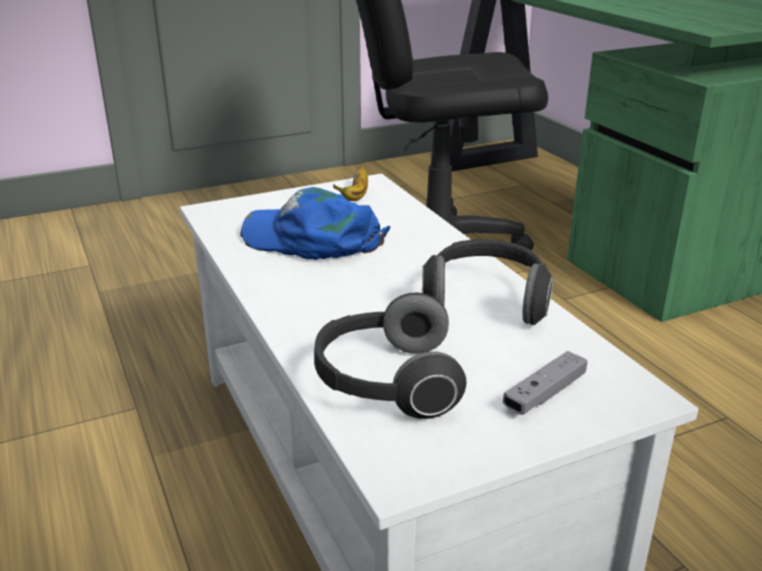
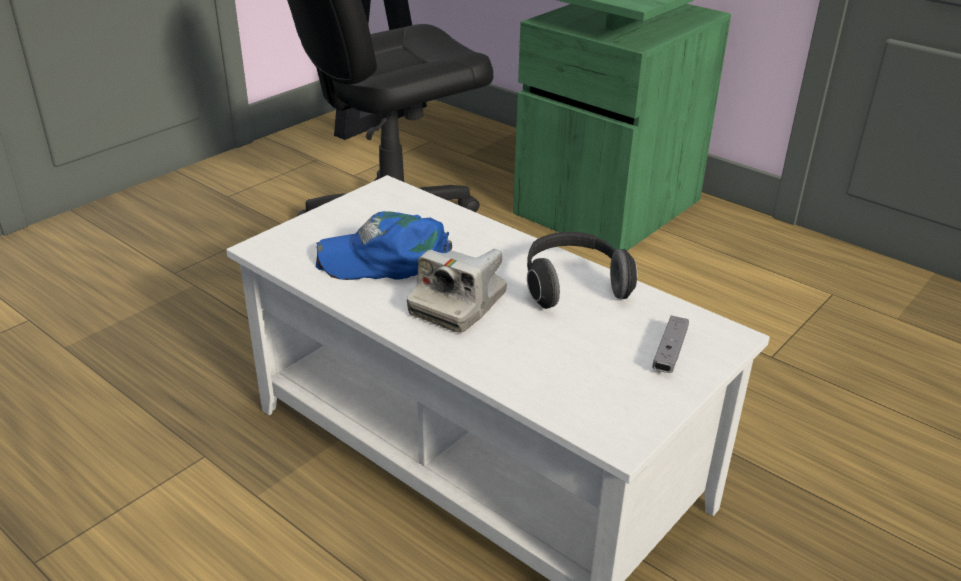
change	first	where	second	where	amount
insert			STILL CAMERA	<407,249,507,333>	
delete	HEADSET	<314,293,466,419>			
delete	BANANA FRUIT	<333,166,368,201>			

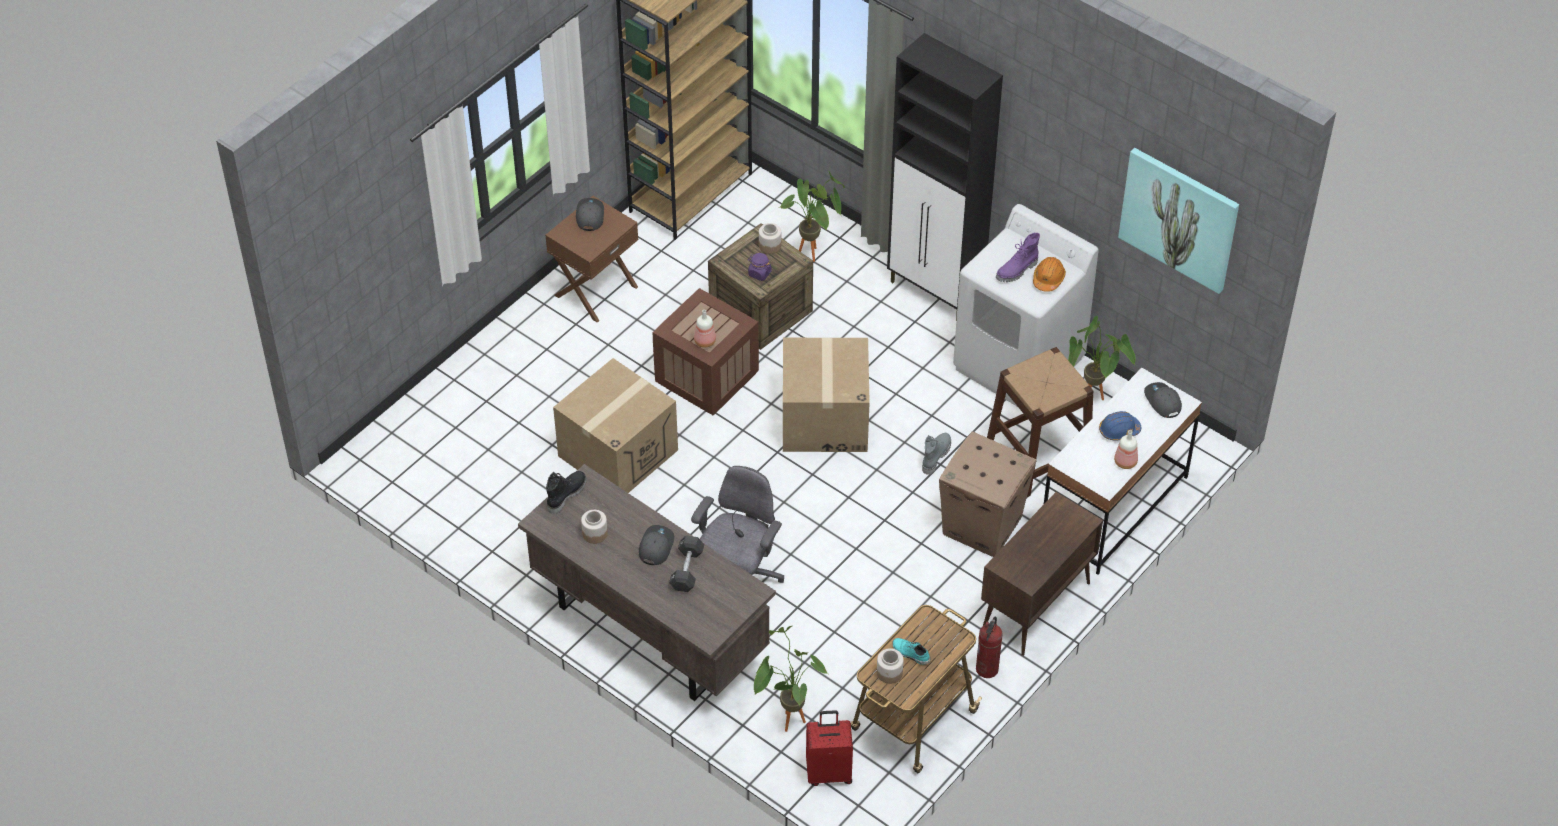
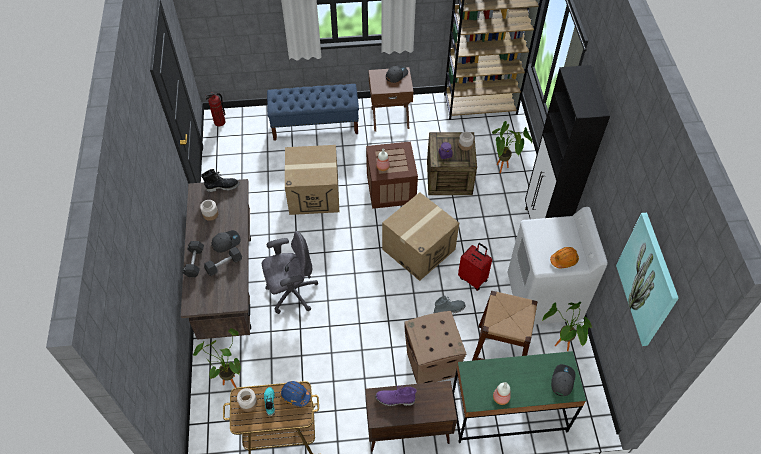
change	first	where	second	where	amount
insert			BLACK-COLOURED DUMBBELL	<183,241,204,277>	
move	FIRE-FIGHTING CYLINDER	<976,616,1003,678>		<205,92,226,126>	
insert			BLUE LONG SEAT	<267,84,359,141>	
move	BLUE HARD HAT	<1099,411,1141,441>		<281,381,310,407>	
move	PURPLISH BOOT	<996,233,1040,282>		<375,385,417,406>	
recolor	WHITE DESK UNIT	<1044,368,1202,575>	GREENISH DESK UNIT	<452,351,586,443>	
move	RED-COLOURED PIECE OF LUGGAGE	<806,710,853,786>		<458,243,492,291>	

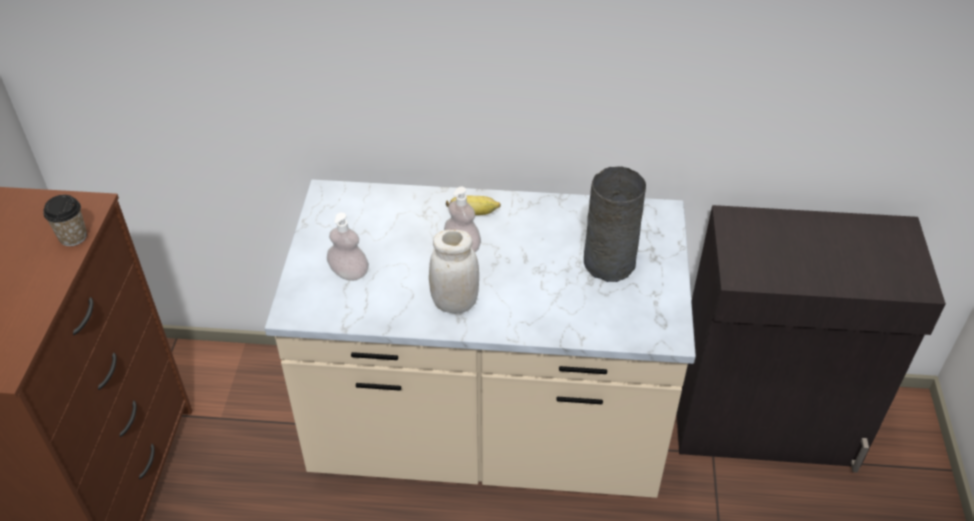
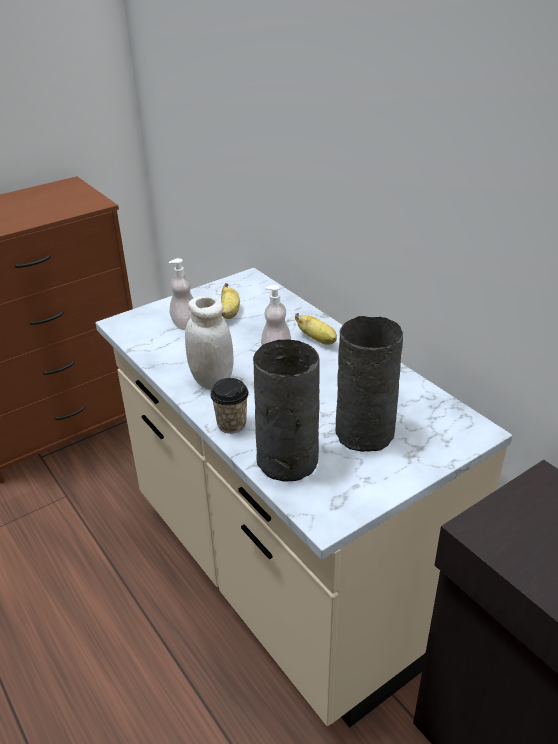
change	first	where	second	where	amount
move	CUP	<43,195,87,246>		<210,378,249,434>	
insert			BANANA FRUIT	<221,283,240,319>	
insert			GREY VASE	<253,339,320,482>	

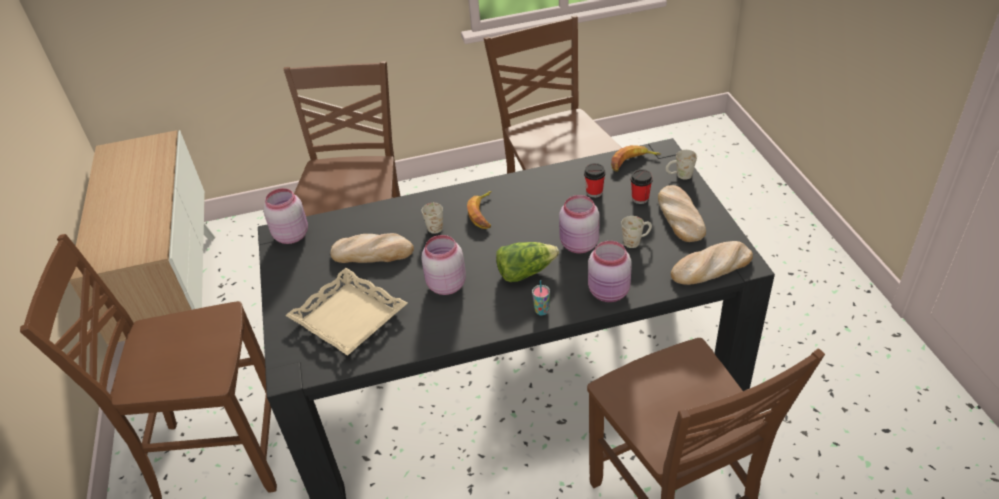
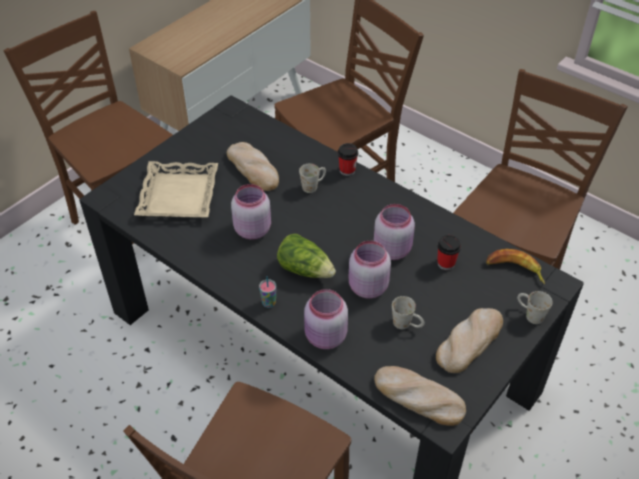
change	first	where	second	where	amount
move	CUP	<631,169,653,204>		<338,143,358,176>	
move	PINK JAR	<263,188,308,244>		<374,204,415,260>	
delete	BANANA FRUIT	<467,191,492,229>			

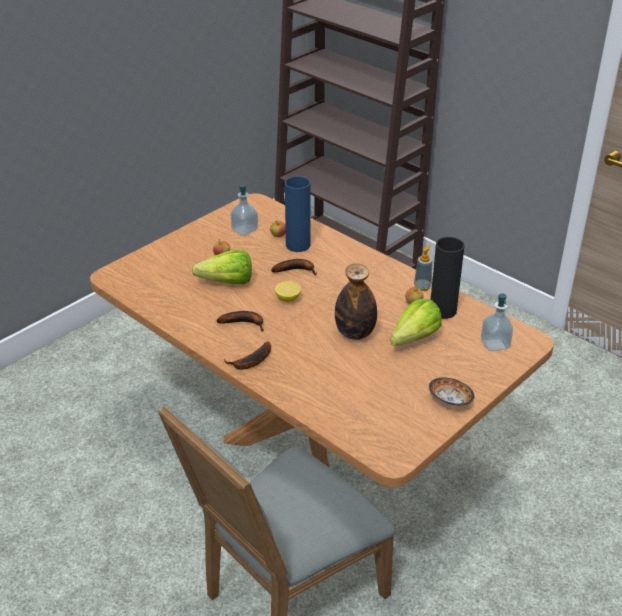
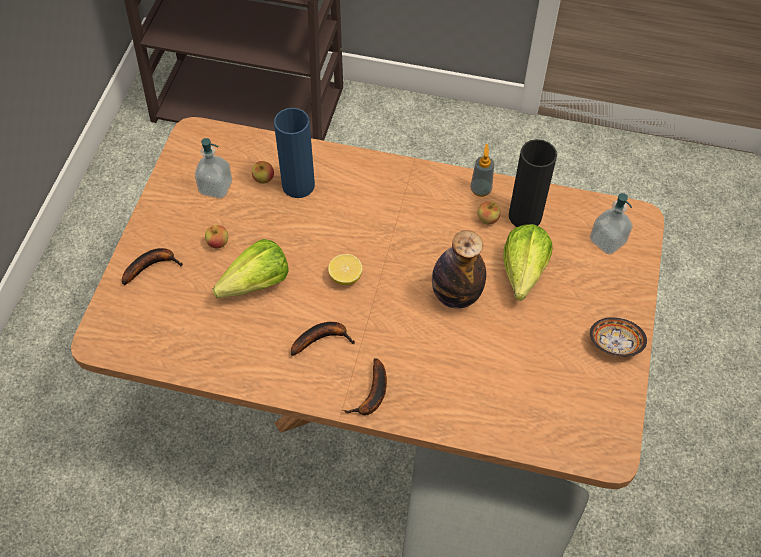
change	first	where	second	where	amount
move	BANANA FRUIT	<271,259,317,276>		<122,248,183,285>	

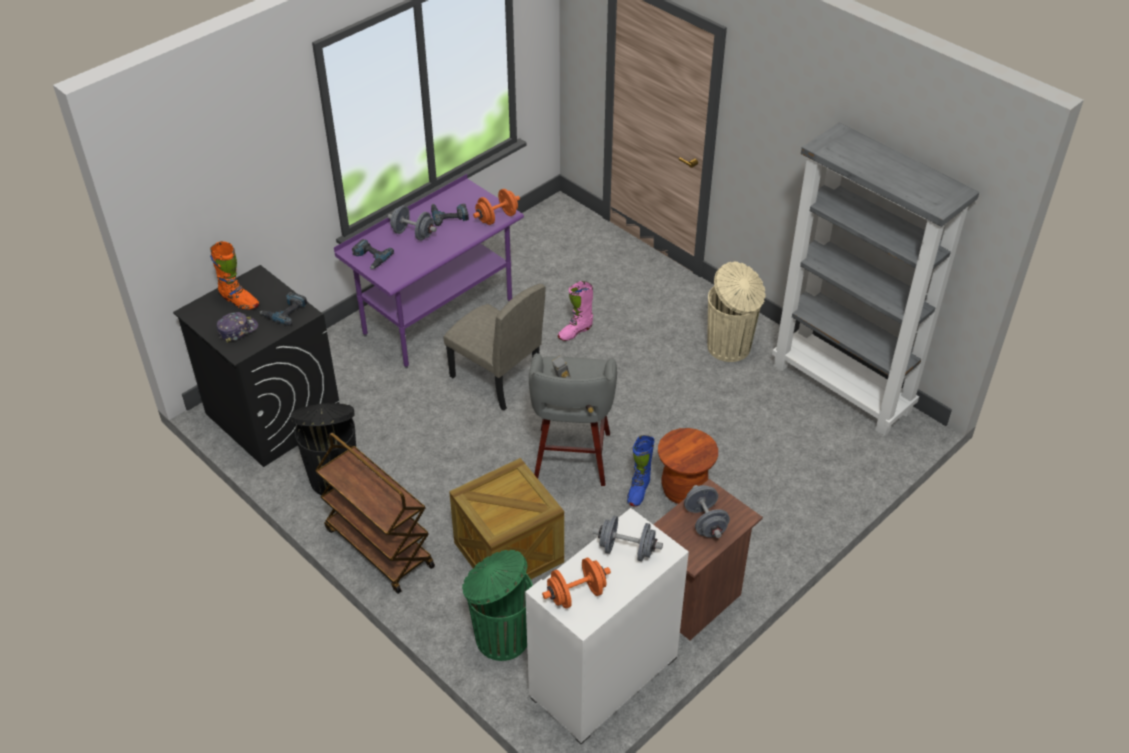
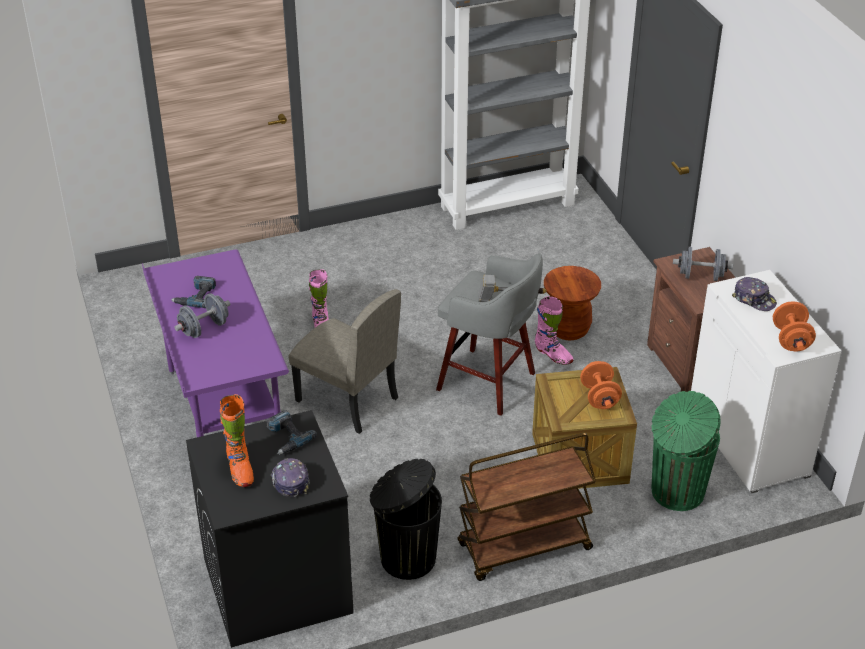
change	first	where	second	where	amount
rotate	ORANGEY BOOT	<210,241,259,310>		<220,394,254,487>	105 degrees clockwise
rotate	BEIGE CHAIR	<443,284,545,411>		<288,289,401,434>	60 degrees clockwise
recolor	BLUE BOOT	<627,435,655,507>	PINK BOOT	<535,296,574,365>	
move	ORANGEY DUMBBELL	<473,189,520,225>		<580,361,622,409>	
replace	GREY DUMBBELL	<593,516,663,561>	CAP	<732,277,777,311>	
delete	POWER DRILL	<352,239,394,269>			
delete	BEIGE TRASH CAN	<707,262,766,362>			

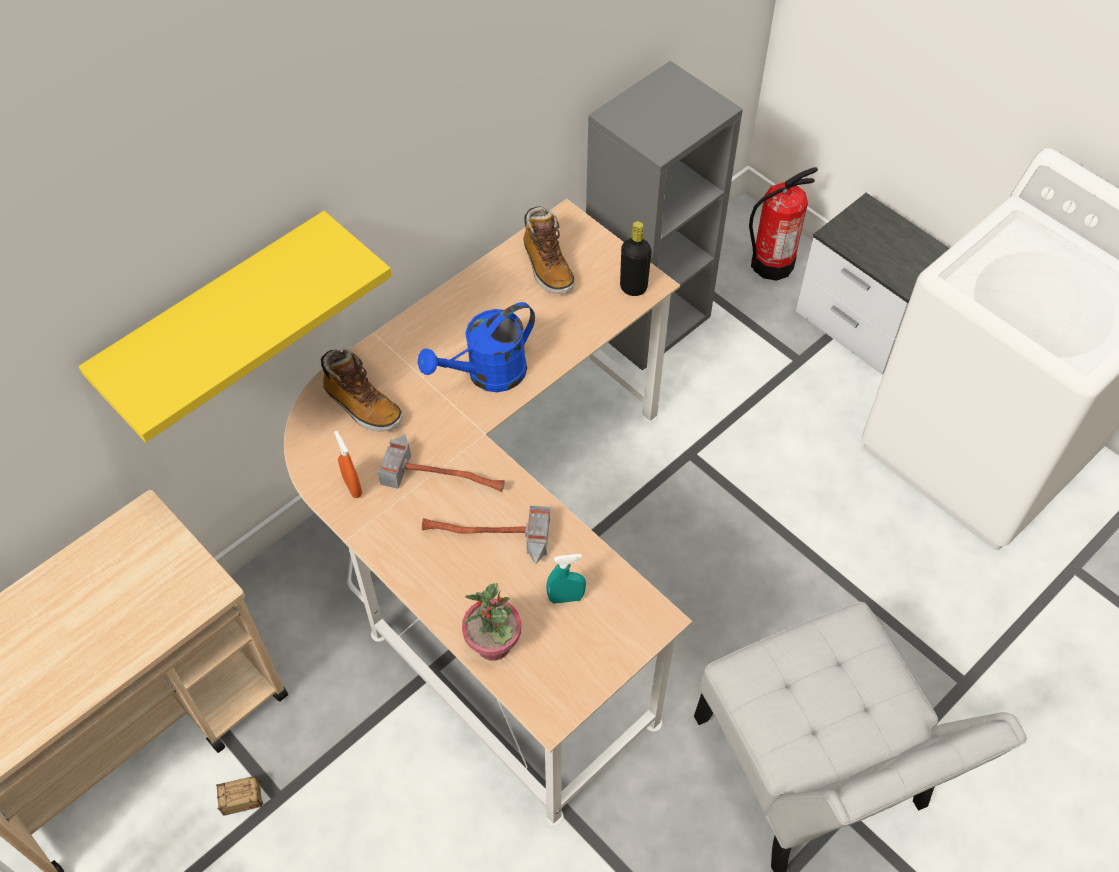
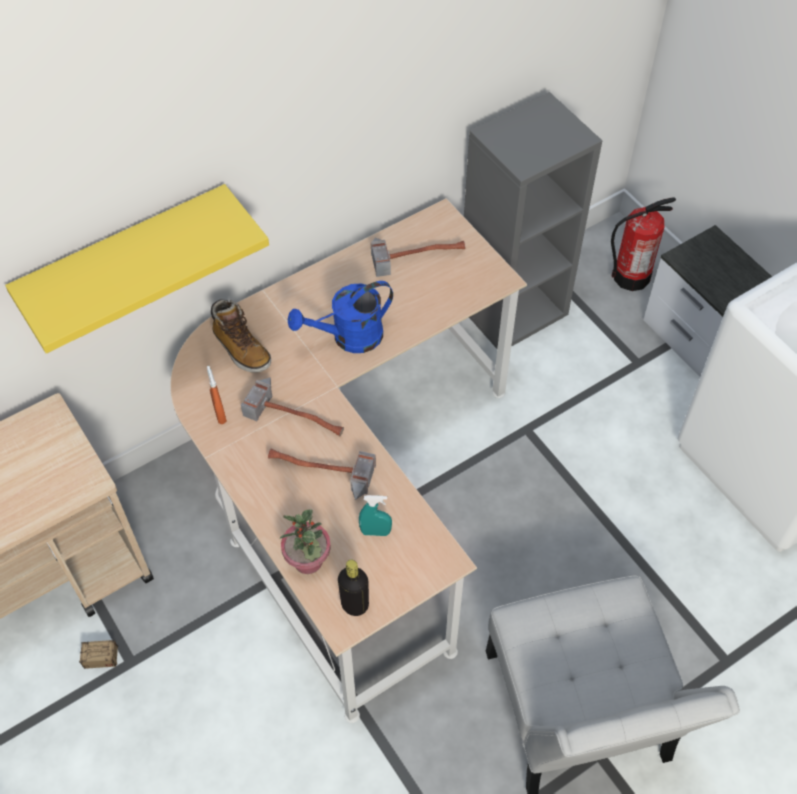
change	first	where	second	where	amount
move	BLACK-COLOURED BEVERAGE BOTTLE	<620,221,652,296>		<338,560,369,616>	
replace	BOOT	<523,206,575,294>	HAMMER	<371,237,465,277>	

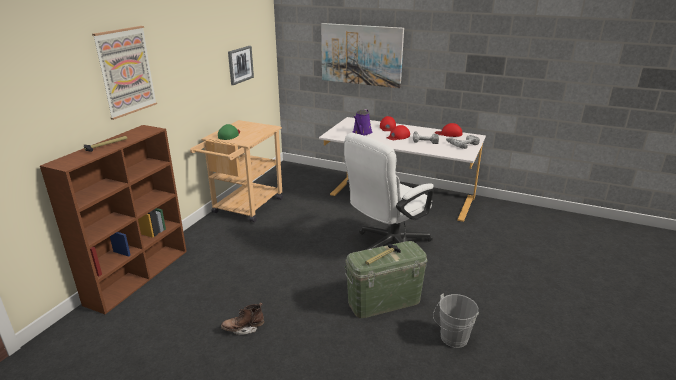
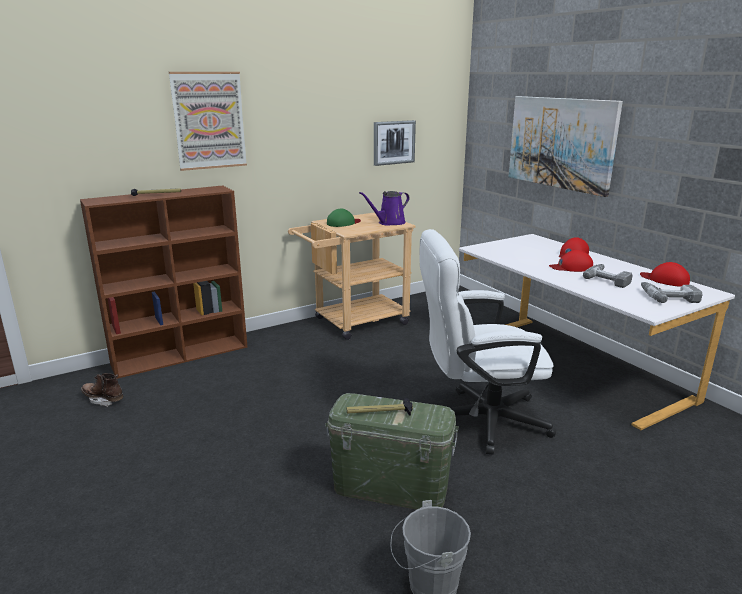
change	first	where	second	where	amount
move	BROWN-COLOURED BOOT	<221,302,264,335>		<81,373,123,407>	
move	PURPLISH WATERING CAN	<353,109,372,135>		<359,191,410,226>	

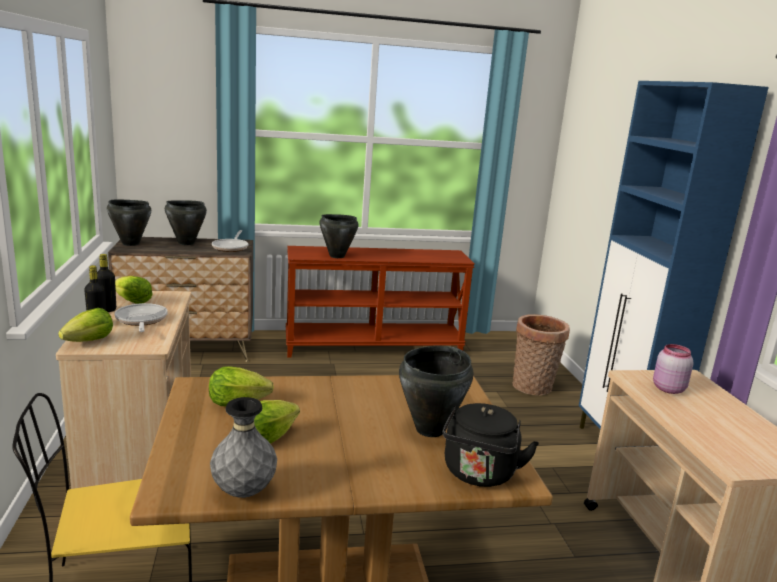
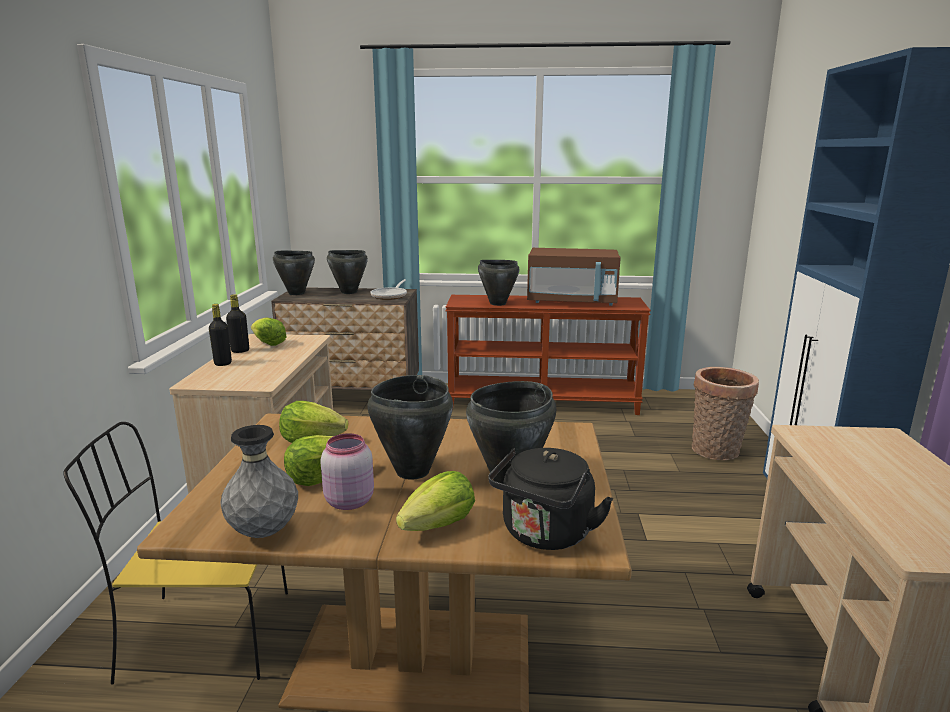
change	first	where	second	where	amount
move	PINK JAR	<653,344,693,394>		<320,433,374,510>	
insert			BLACK-COLOURED COOKING POT	<368,375,453,480>	
move	HEAD OF LETTUCE	<58,308,113,342>		<396,471,475,531>	
insert			BROWN-COLOURED KITCHEN MICROWAVE	<527,248,621,306>	
delete	PAN	<114,303,168,332>			

